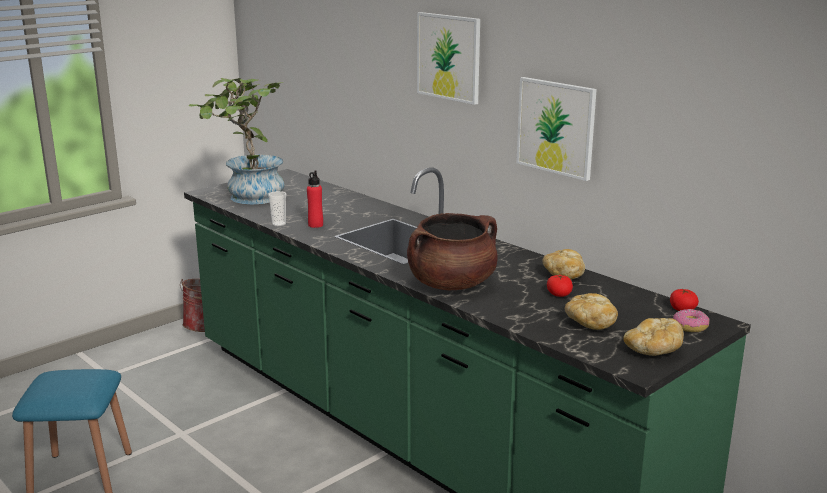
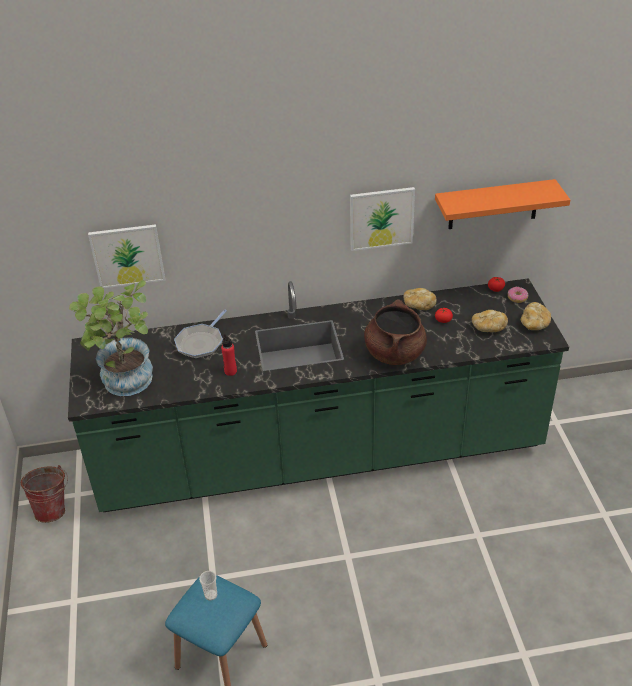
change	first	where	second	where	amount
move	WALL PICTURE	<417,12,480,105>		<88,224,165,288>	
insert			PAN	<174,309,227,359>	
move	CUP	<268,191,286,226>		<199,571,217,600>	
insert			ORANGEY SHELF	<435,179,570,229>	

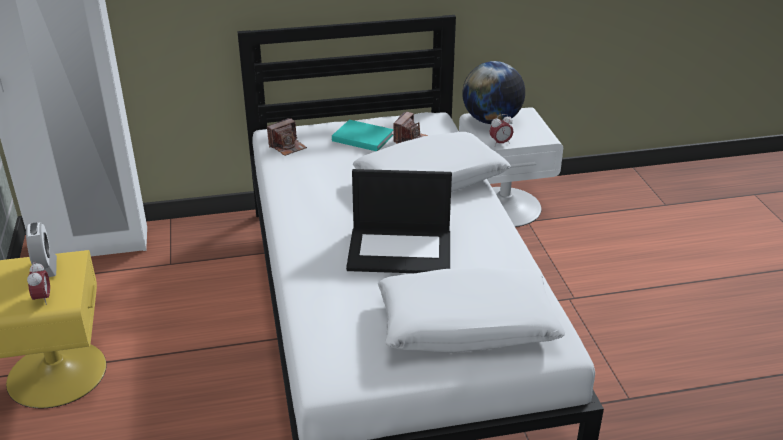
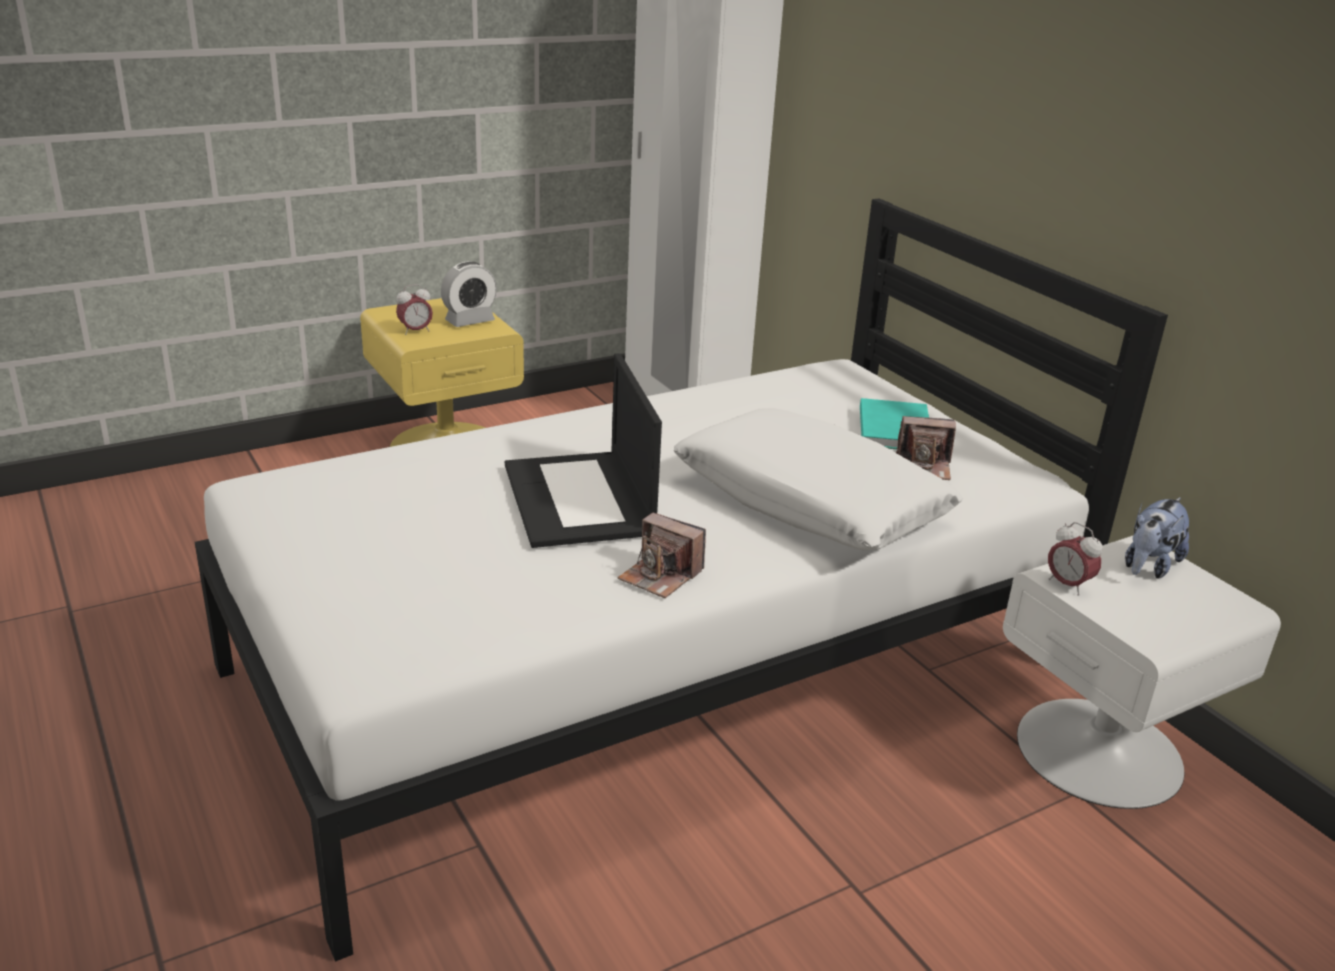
change	first	where	second	where	amount
move	STILL CAMERA	<267,118,307,156>		<617,513,706,598>	
replace	GLOBE	<462,61,525,124>	CUDDLY TOY	<1125,497,1189,579>	
delete	WHITE PILLOW	<378,267,565,353>			

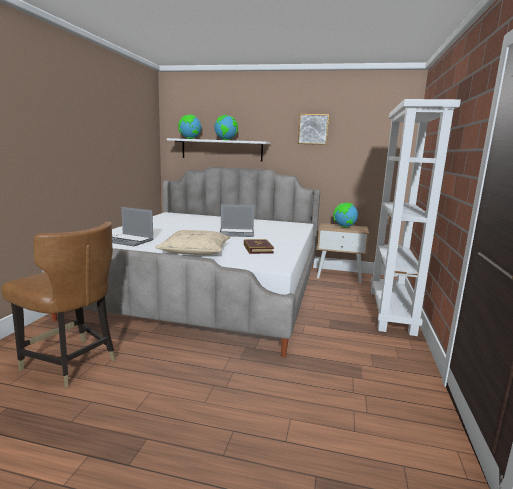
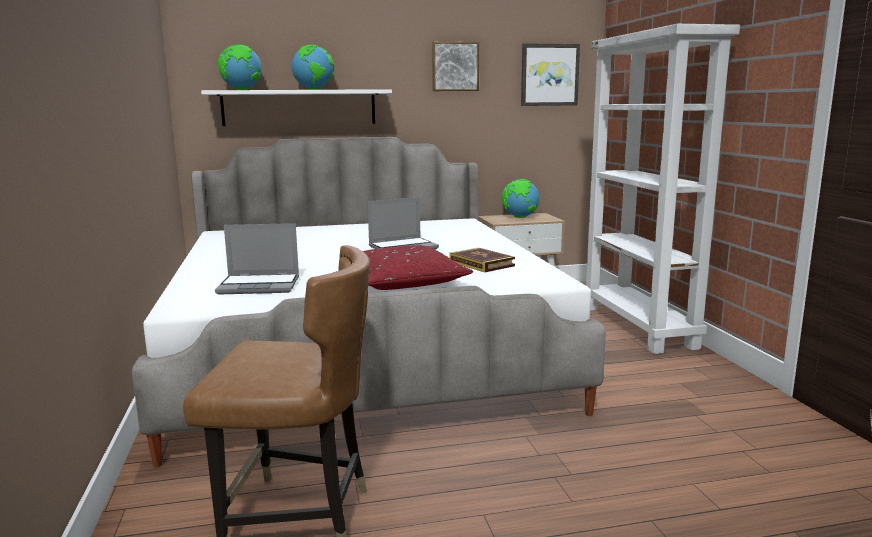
change	first	where	second	where	amount
recolor	BEIGE PILLOW	<155,230,230,255>	RED-COLOURED PILLOW	<363,245,473,290>	
insert			WALL PICTURE	<521,43,580,106>	

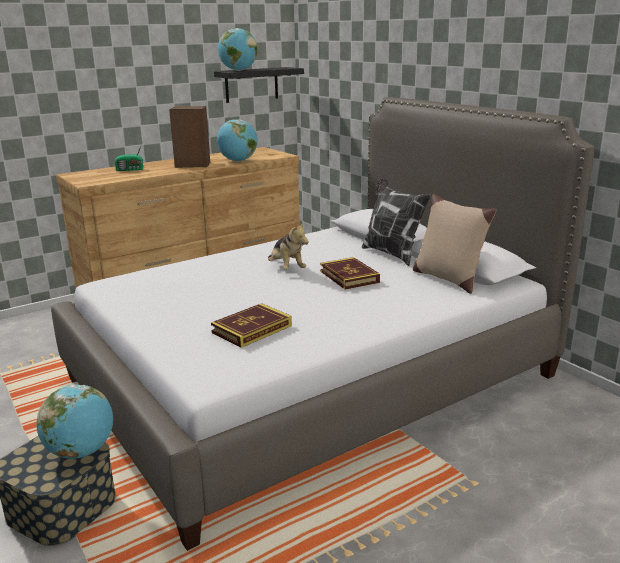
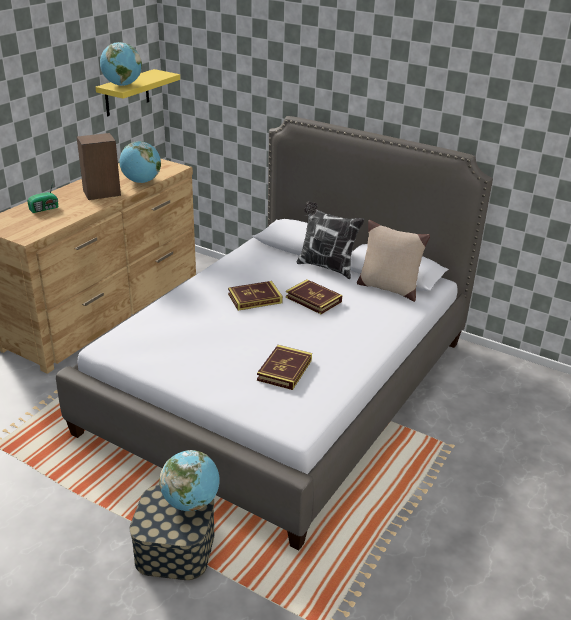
change	first	where	second	where	amount
recolor	BLACK-COLOURED SHELF	<214,67,304,103>	YELLOW SHELF	<95,69,180,116>	
replace	CUDDLY TOY	<268,223,309,270>	BOUND BOOK	<228,281,283,311>	

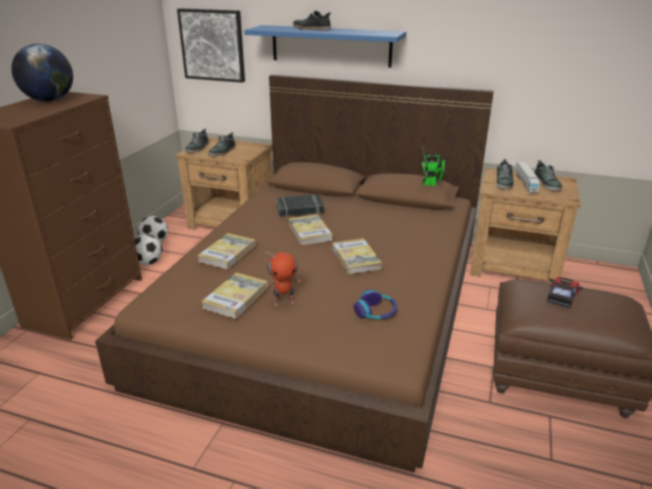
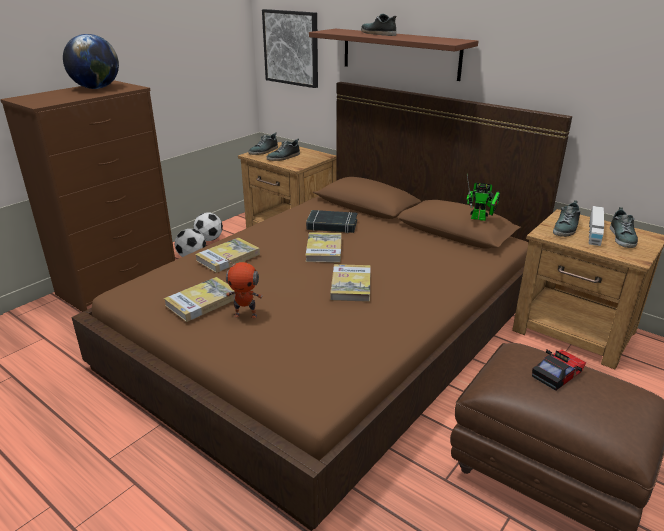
change	first	where	second	where	amount
recolor	BLUE SHELF	<244,25,406,68>	BROWN-COLOURED SHELF	<309,29,478,81>	
delete	HEADSET	<353,290,397,319>			

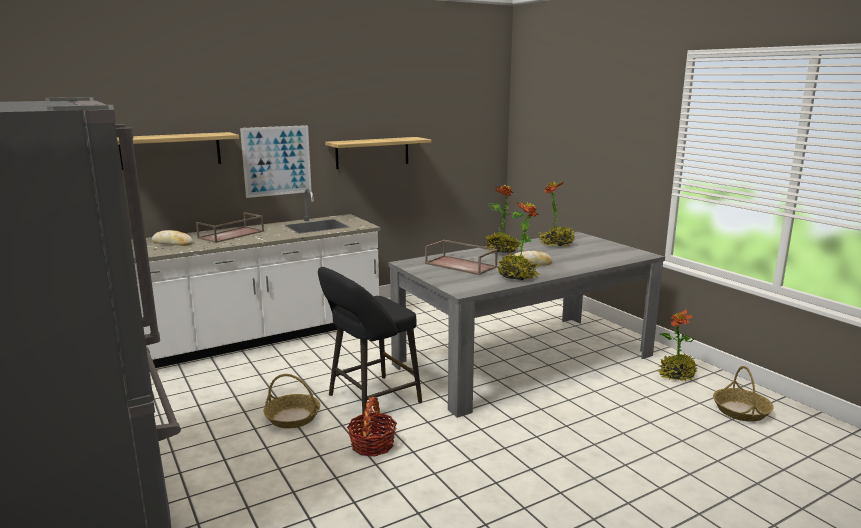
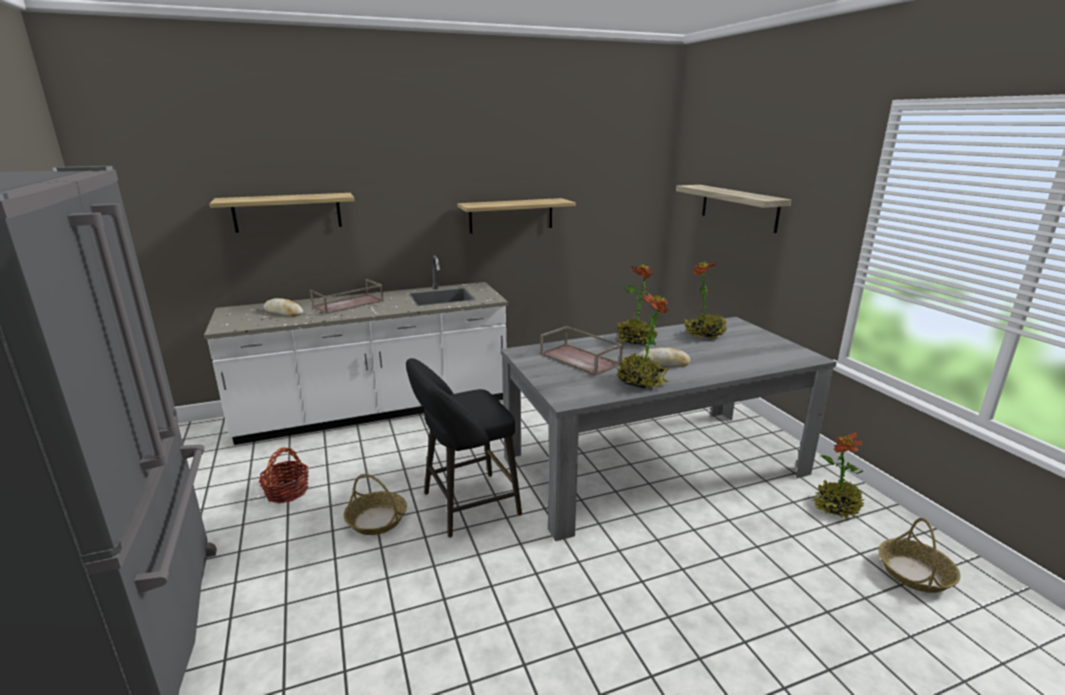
change	first	where	second	where	amount
move	STORAGE BASKET	<347,397,397,457>		<259,447,309,503>	
insert			SHELF	<676,185,792,233>	
delete	WALL PICTURE	<240,125,312,198>			

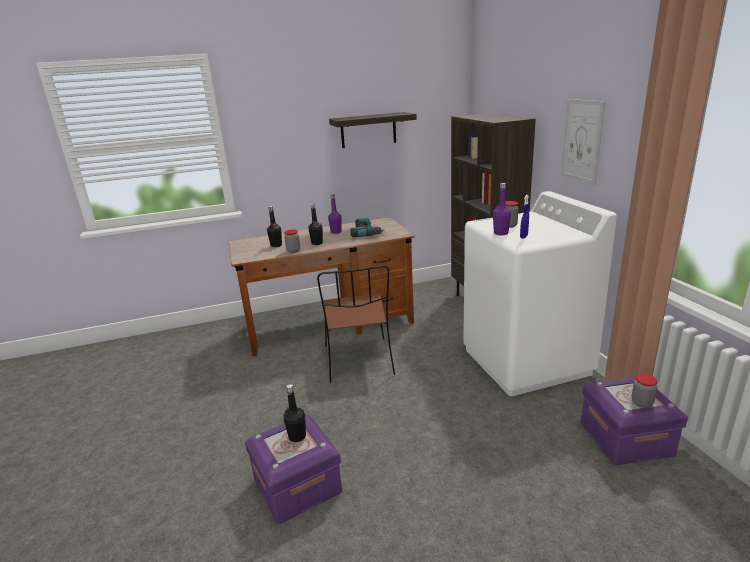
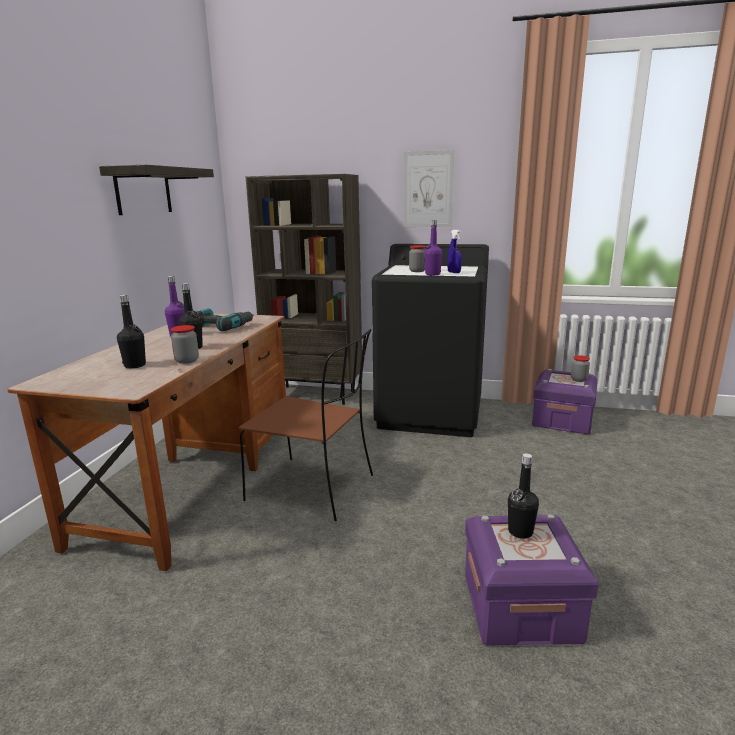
change	first	where	second	where	amount
recolor	WHITE LAUNDRY MACHINE	<463,191,617,396>	BLACK-COLOURED LAUNDRY MACHINE	<372,244,489,437>	

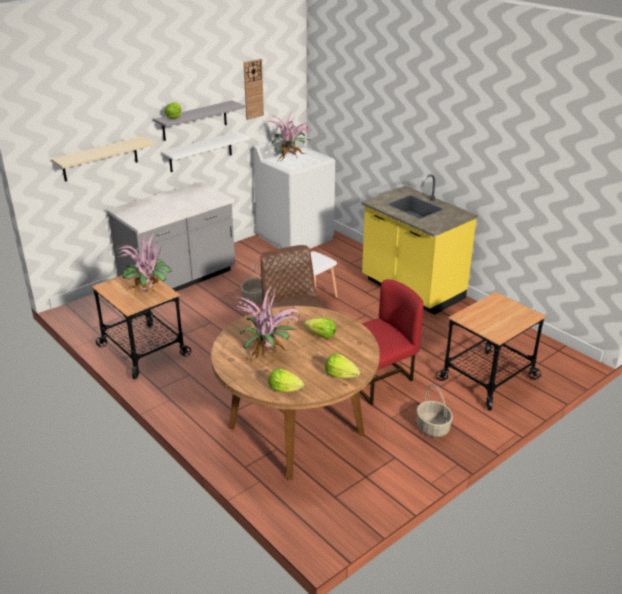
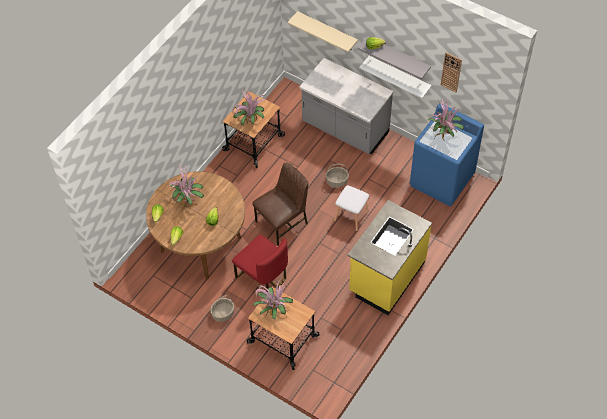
change	first	where	second	where	amount
insert			PLANT IN A POT	<253,279,293,319>	
recolor	WHITE LAUNDRY MACHINE	<253,134,335,249>	BLUE LAUNDRY MACHINE	<410,104,484,206>	

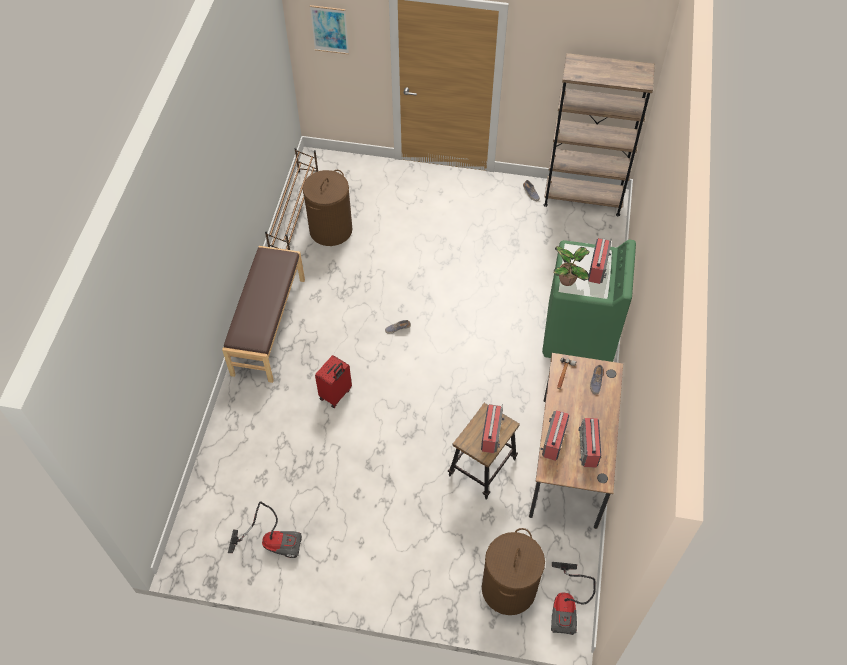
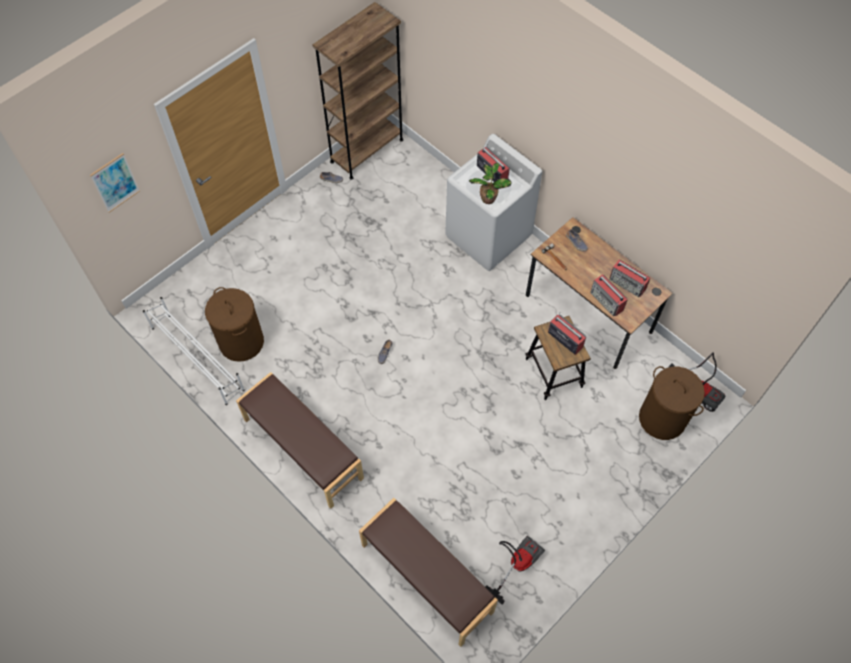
change	first	where	second	where	amount
recolor	BROWN-COLOURED SHOE STAND	<265,148,318,250>	WHITE SHOE STAND	<143,297,245,405>	
insert			BROWN-COLOURED LONG SEAT	<359,498,498,647>	
recolor	GREENISH LAUNDRY MACHINE	<542,240,636,362>	WHITE LAUNDRY MACHINE	<445,134,542,271>	
delete	RED-COLOURED PIECE OF LUGGAGE	<315,355,352,408>			

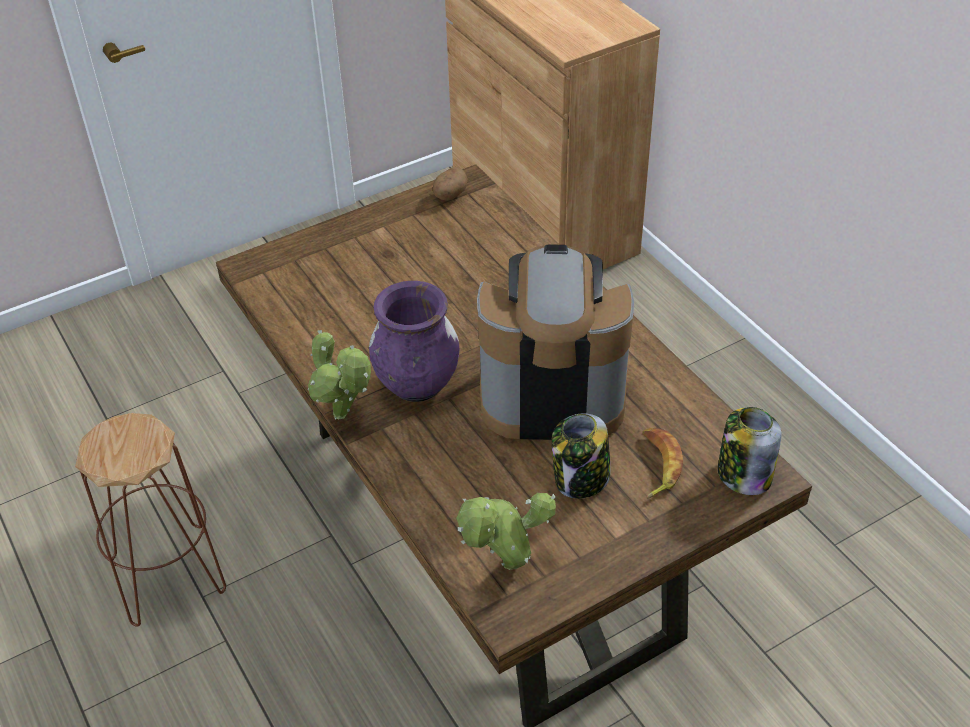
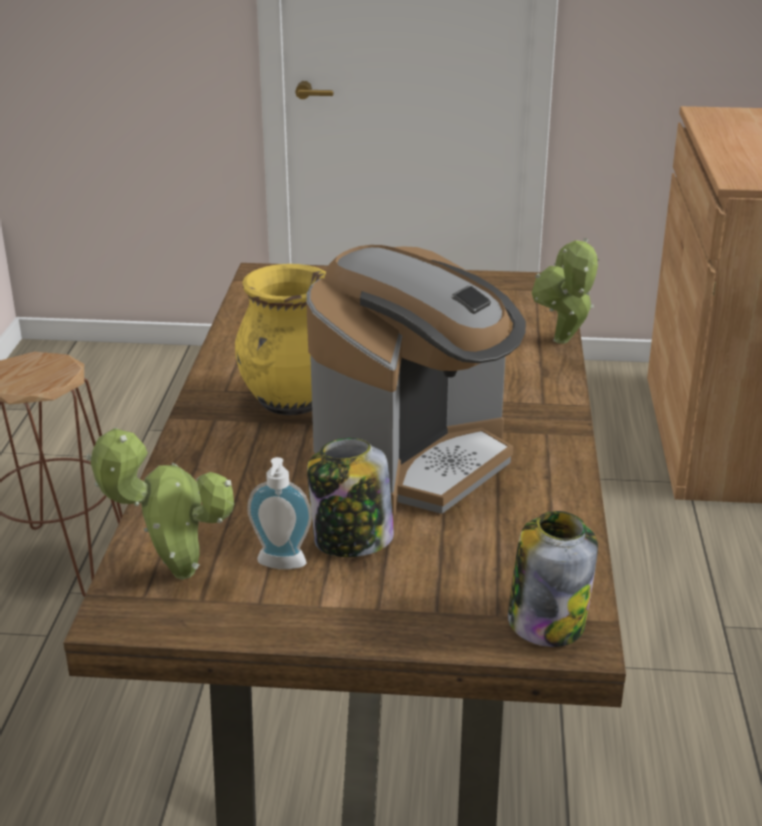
change	first	where	second	where	amount
recolor	PURPLISH VASE	<369,281,459,402>	YELLOW VASE	<235,264,326,415>	
insert			SOAP BOTTLE	<247,457,312,569>	
rotate	COFFEE MAKER	<477,245,634,440>		<306,245,526,517>	90 degrees clockwise
move	PLANT IN A POT	<308,330,371,420>		<532,238,599,344>	
delete	POTATO	<433,167,468,201>			
delete	BANANA FRUIT	<642,427,683,498>			

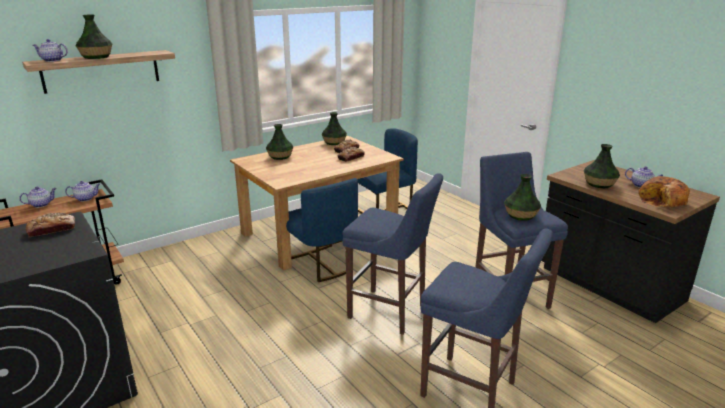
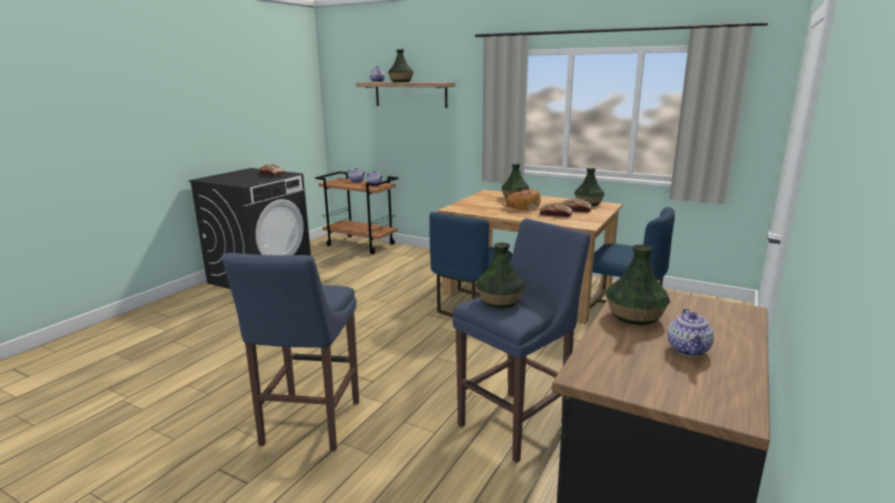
change	first	where	second	where	amount
move	BAKED BREAD	<638,176,690,208>		<501,189,540,211>	
delete	BLUE STOOL SEAT	<342,173,443,335>			

